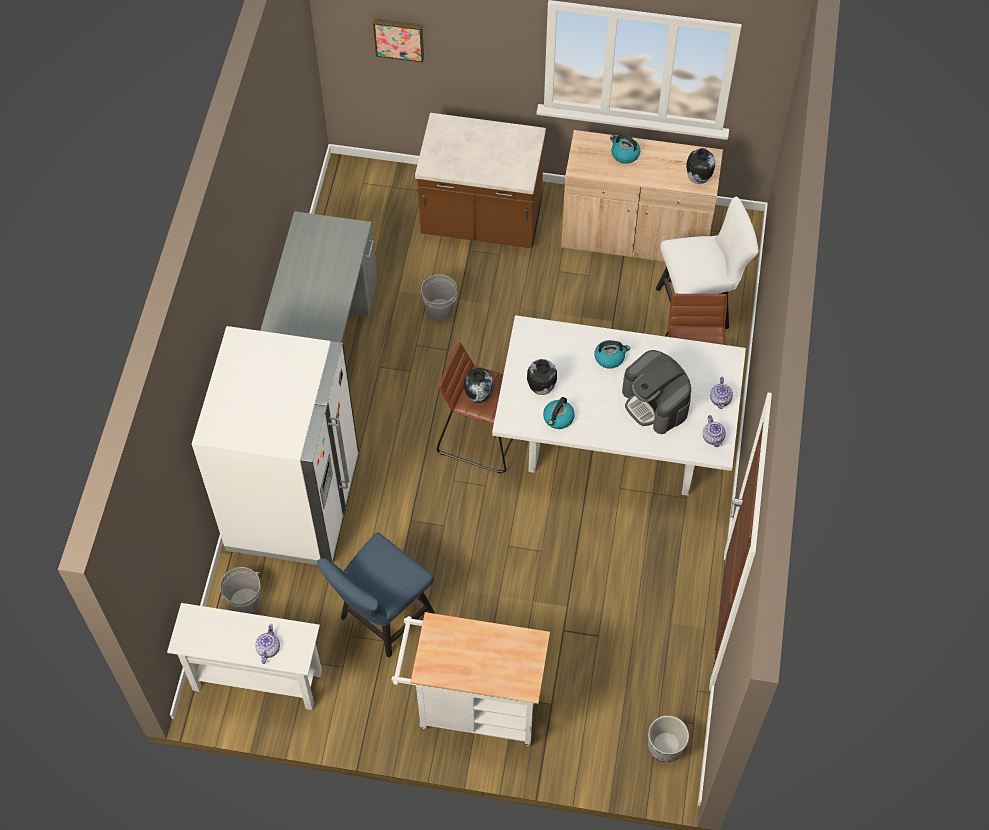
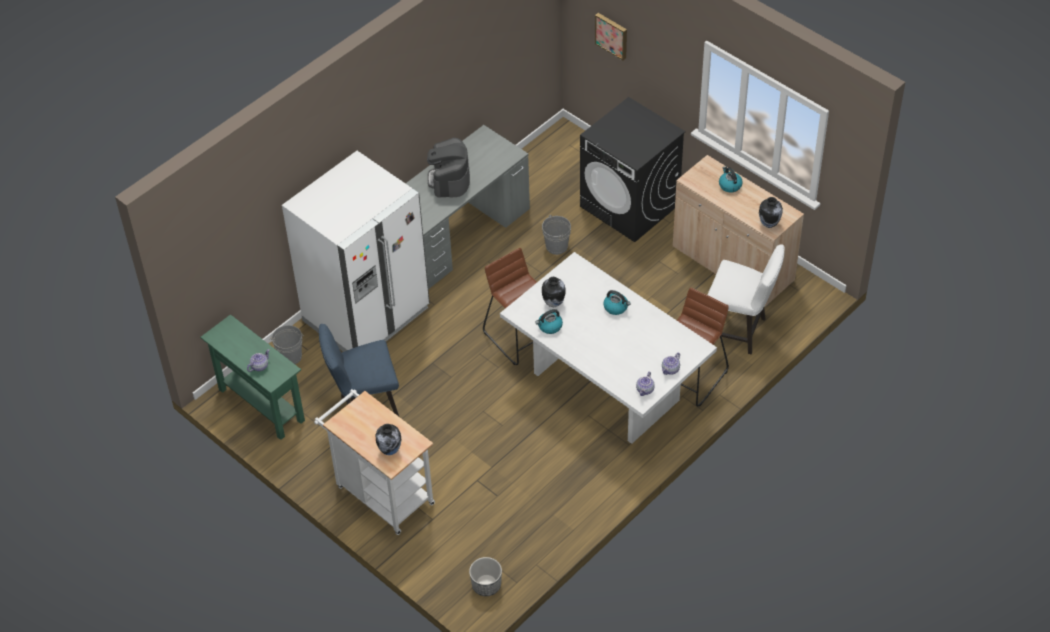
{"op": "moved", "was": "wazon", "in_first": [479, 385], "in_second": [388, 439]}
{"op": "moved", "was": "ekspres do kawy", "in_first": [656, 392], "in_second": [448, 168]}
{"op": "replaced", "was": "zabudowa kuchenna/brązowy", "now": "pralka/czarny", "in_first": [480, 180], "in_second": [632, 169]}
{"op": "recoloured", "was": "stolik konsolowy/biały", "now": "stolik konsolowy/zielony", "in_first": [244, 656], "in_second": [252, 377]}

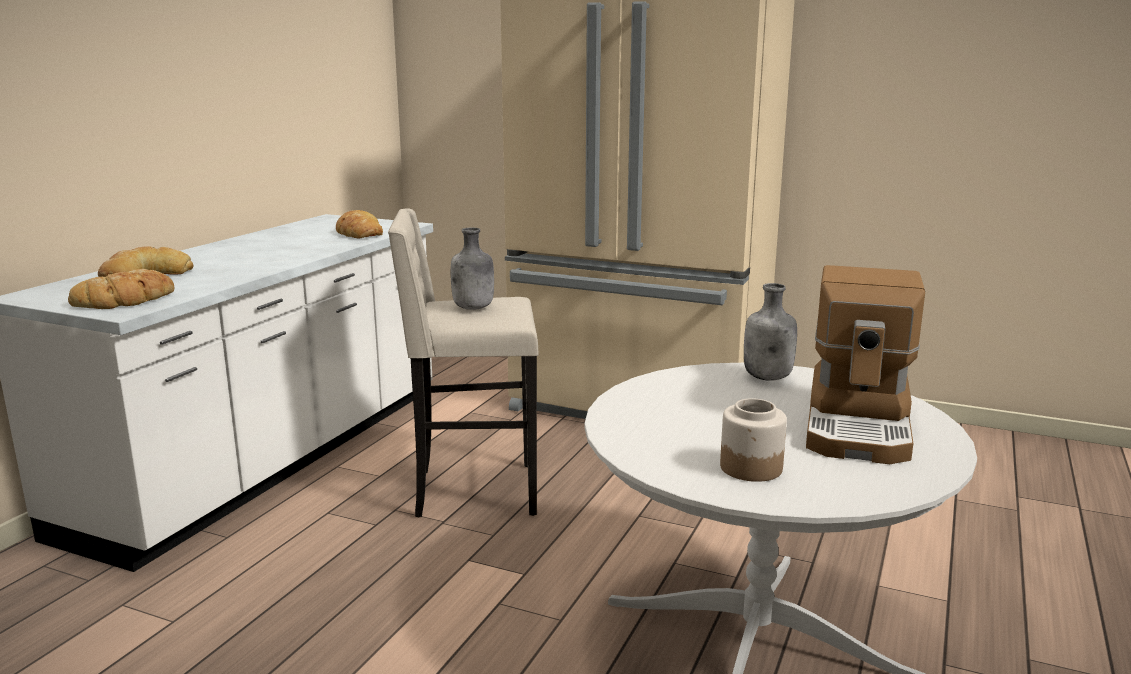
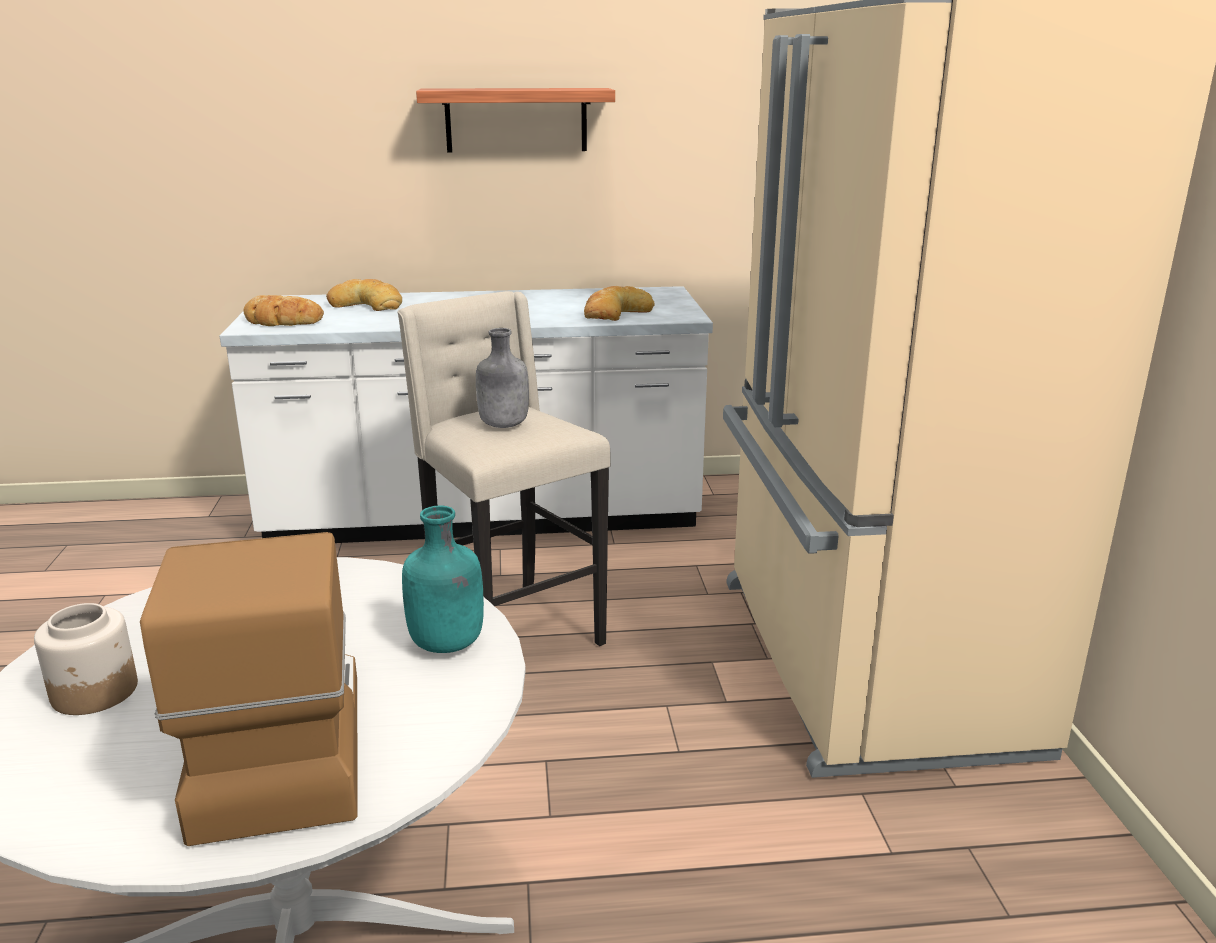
{"op": "added", "now": "półka", "in_second": [515, 120]}
{"op": "recoloured", "was": "butelka/szary", "now": "butelka/turkusowy", "in_first": [770, 332], "in_second": [443, 579]}
{"op": "turned", "was": "ekspres do kawy", "in_first": [865, 364], "in_second": [248, 689], "clockwise": 90}

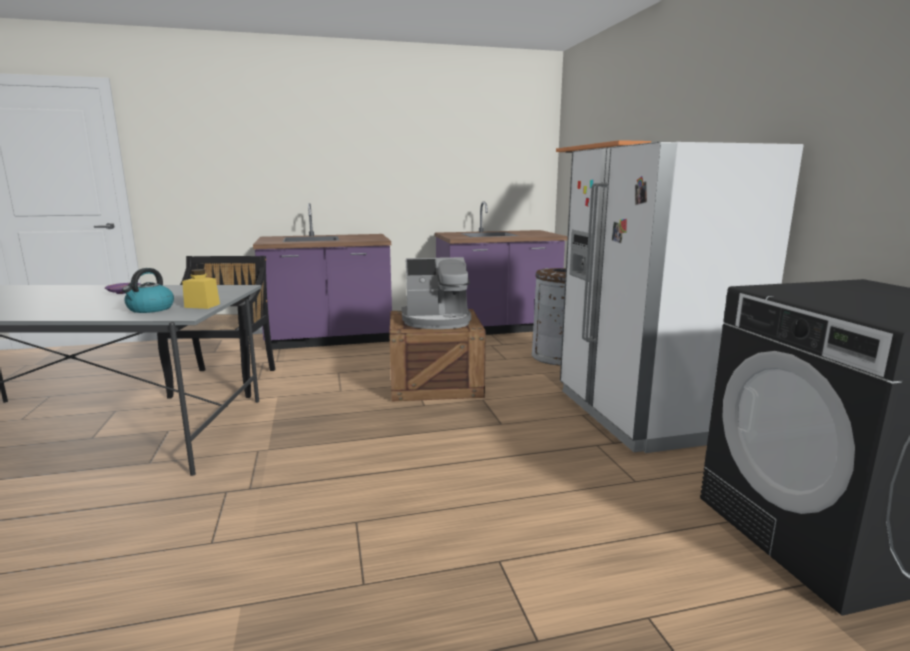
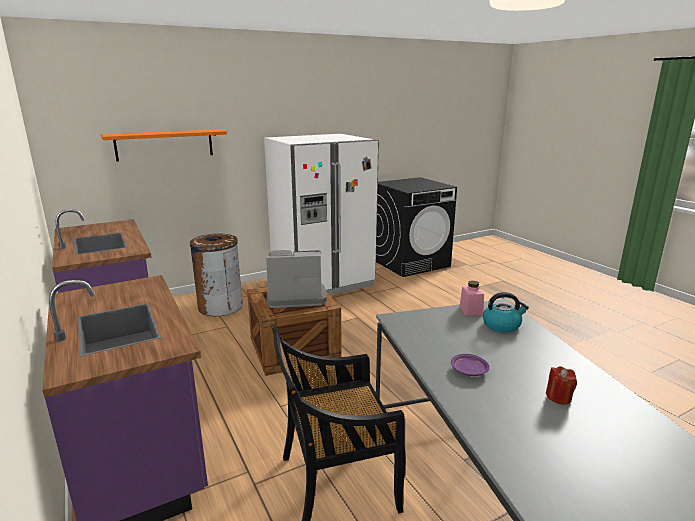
{"op": "added", "now": "świeca/czerwony", "in_second": [561, 385]}
{"op": "recoloured", "was": "słoik/żółty", "now": "słoik/różowy", "in_first": [201, 289], "in_second": [472, 298]}
{"op": "turned", "was": "ekspres do kawy", "in_first": [436, 293], "in_second": [296, 279], "clockwise": -75}

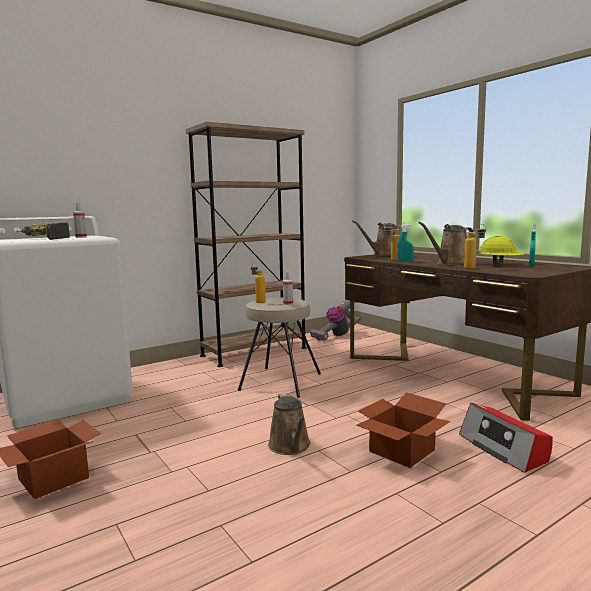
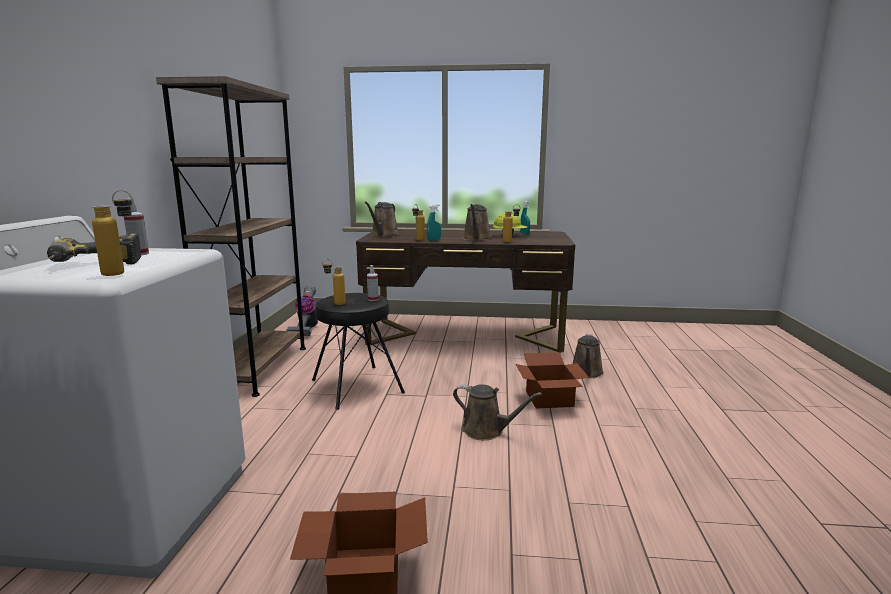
{"op": "added", "now": "butelka", "in_second": [112, 233]}
{"op": "replaced", "was": "radio", "now": "konewka/brązowy", "in_first": [506, 438], "in_second": [588, 356]}
{"op": "recoloured", "was": "stołek/beżowy", "now": "stołek/czarny", "in_first": [279, 347], "in_second": [358, 351]}

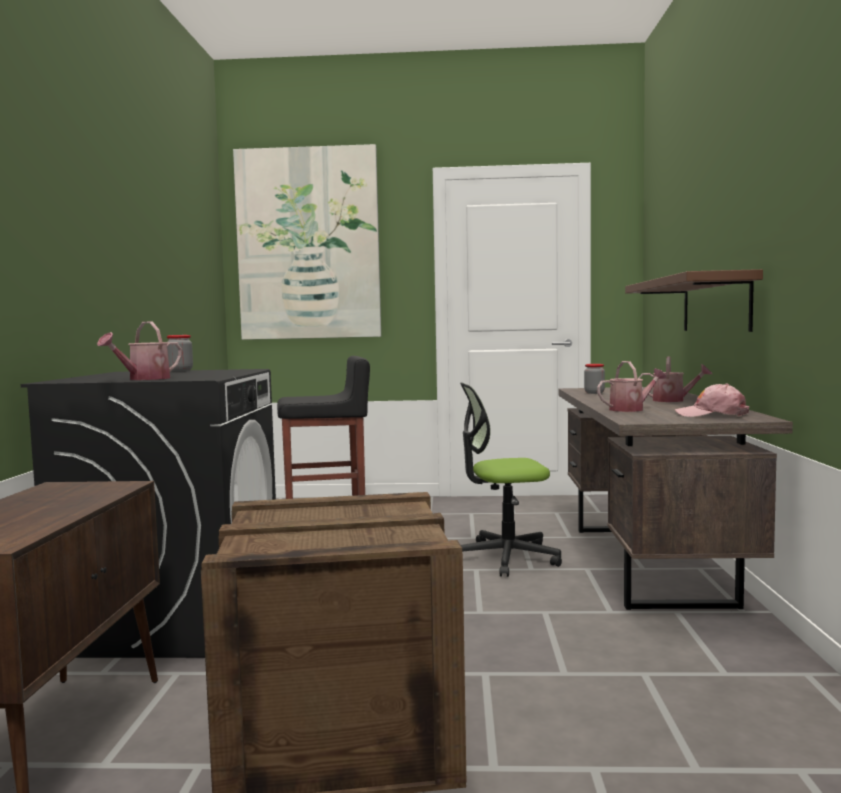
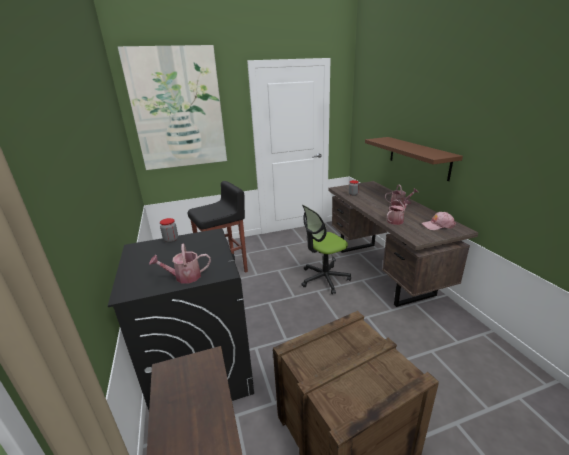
{"op": "turned", "was": "konewka", "in_first": [139, 350], "in_second": [180, 263], "clockwise": 60}

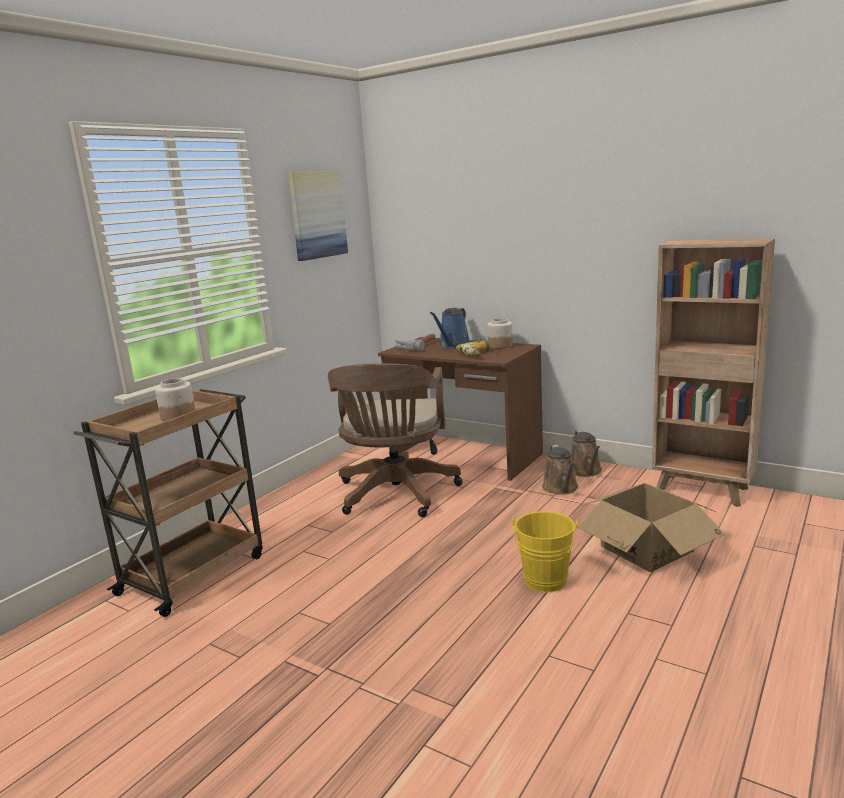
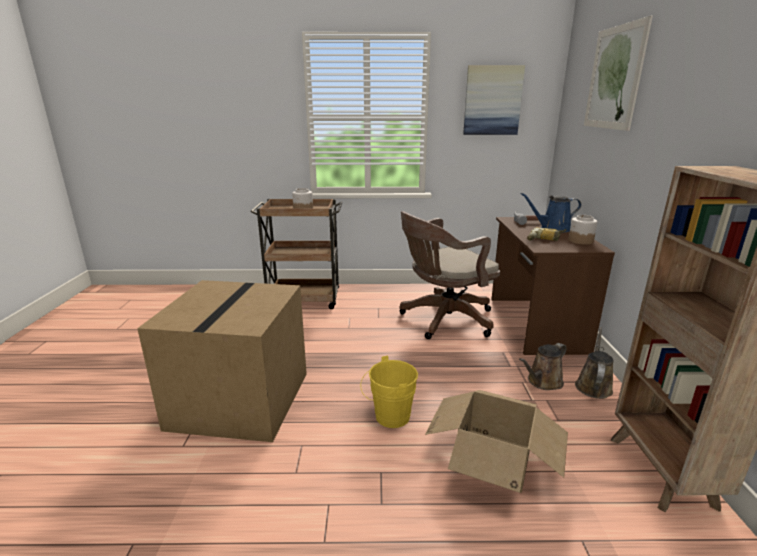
{"op": "added", "now": "karton", "in_second": [222, 361]}
{"op": "added", "now": "obraz", "in_second": [618, 73]}
{"op": "turned", "was": "konewka/brązowy", "in_first": [586, 453], "in_second": [594, 363], "clockwise": 150}

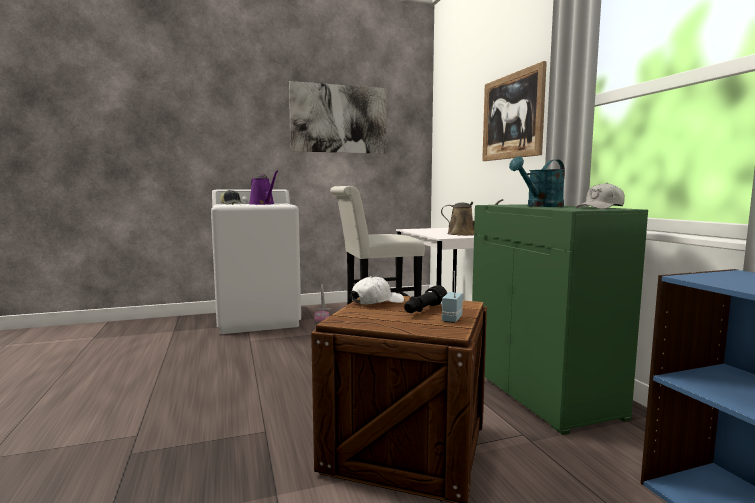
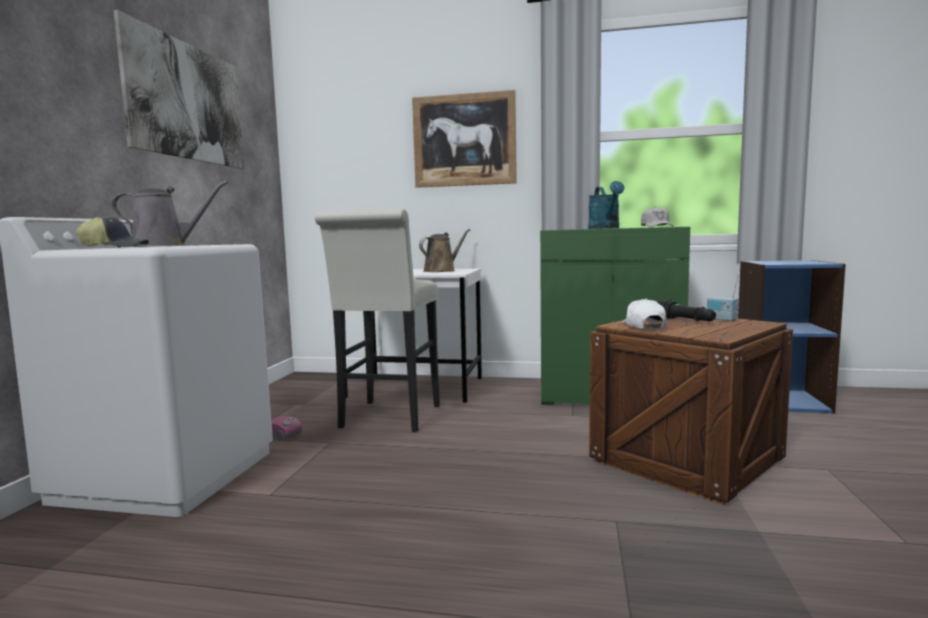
{"op": "recoloured", "was": "konewka/fioletowy", "now": "konewka/szary", "in_first": [263, 188], "in_second": [169, 214]}

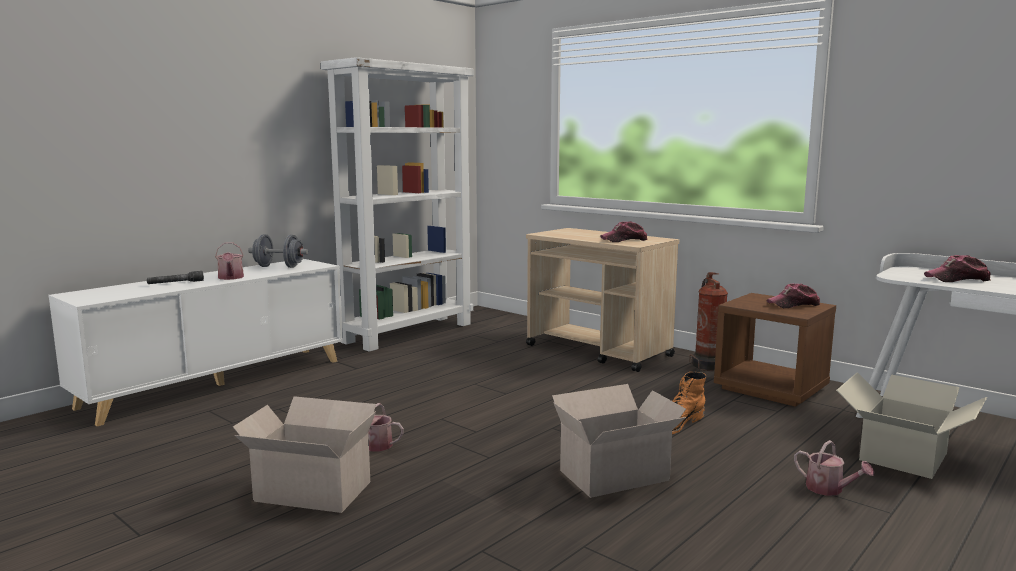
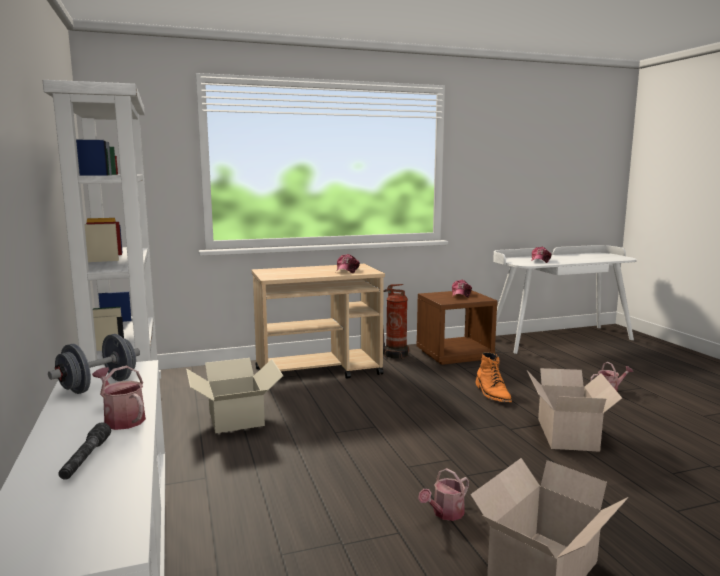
{"op": "moved", "was": "karton", "in_first": [911, 426], "in_second": [234, 395]}
{"op": "turned", "was": "konewka", "in_first": [229, 261], "in_second": [119, 398], "clockwise": -150}

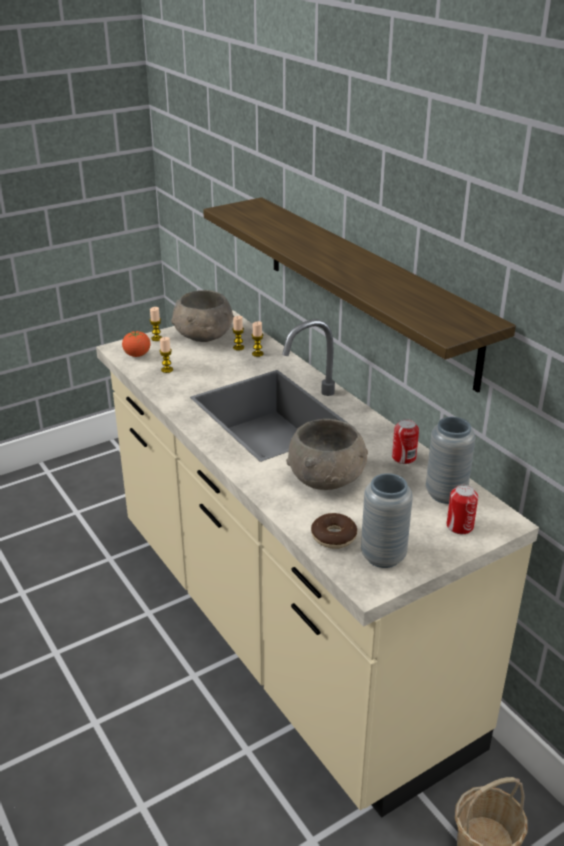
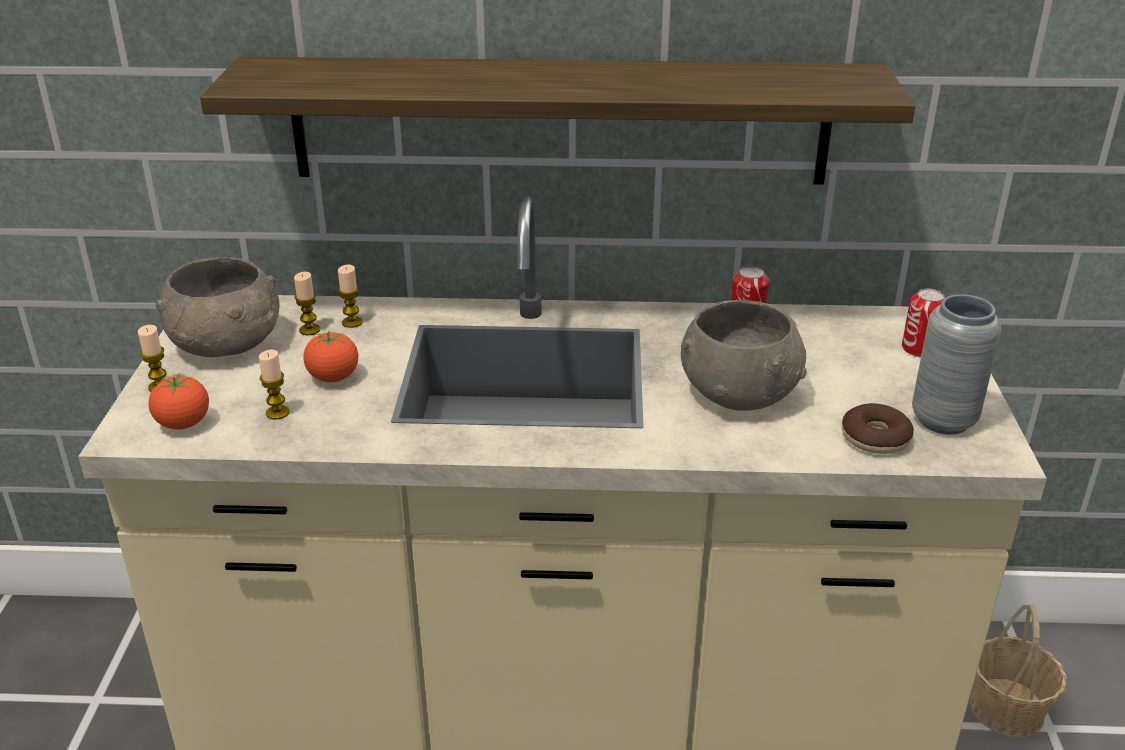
{"op": "removed", "was": "wazon/szary", "in_first": [450, 460]}
{"op": "added", "now": "pomidor", "in_second": [330, 356]}

